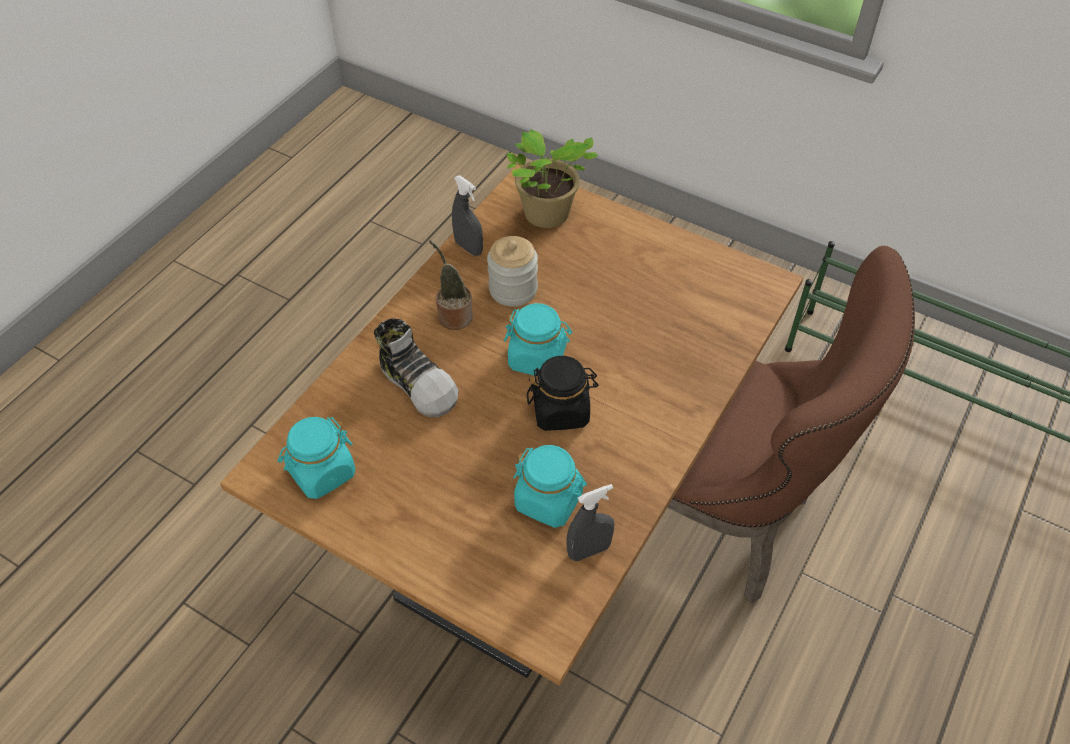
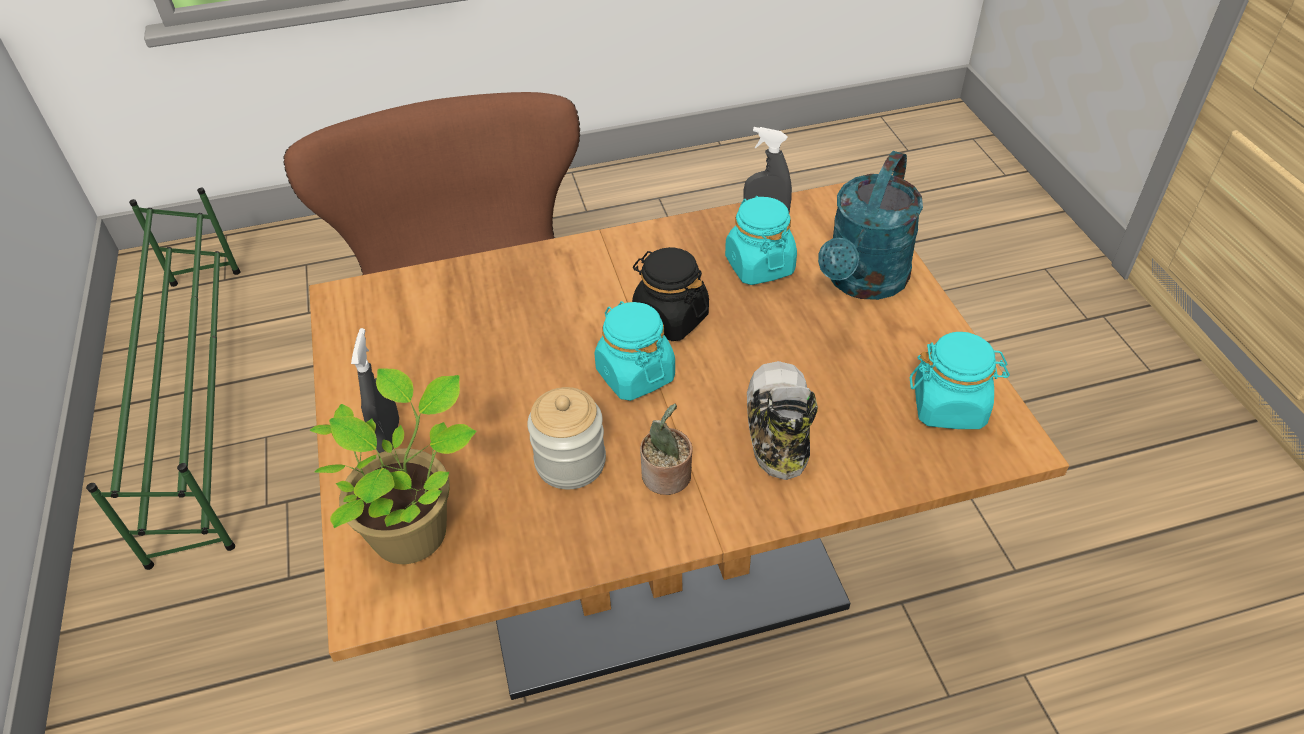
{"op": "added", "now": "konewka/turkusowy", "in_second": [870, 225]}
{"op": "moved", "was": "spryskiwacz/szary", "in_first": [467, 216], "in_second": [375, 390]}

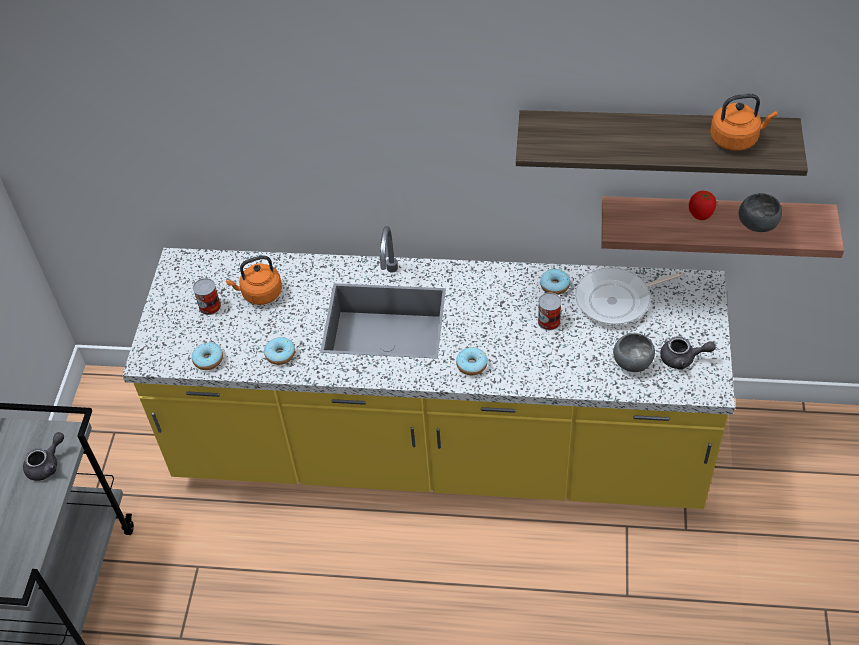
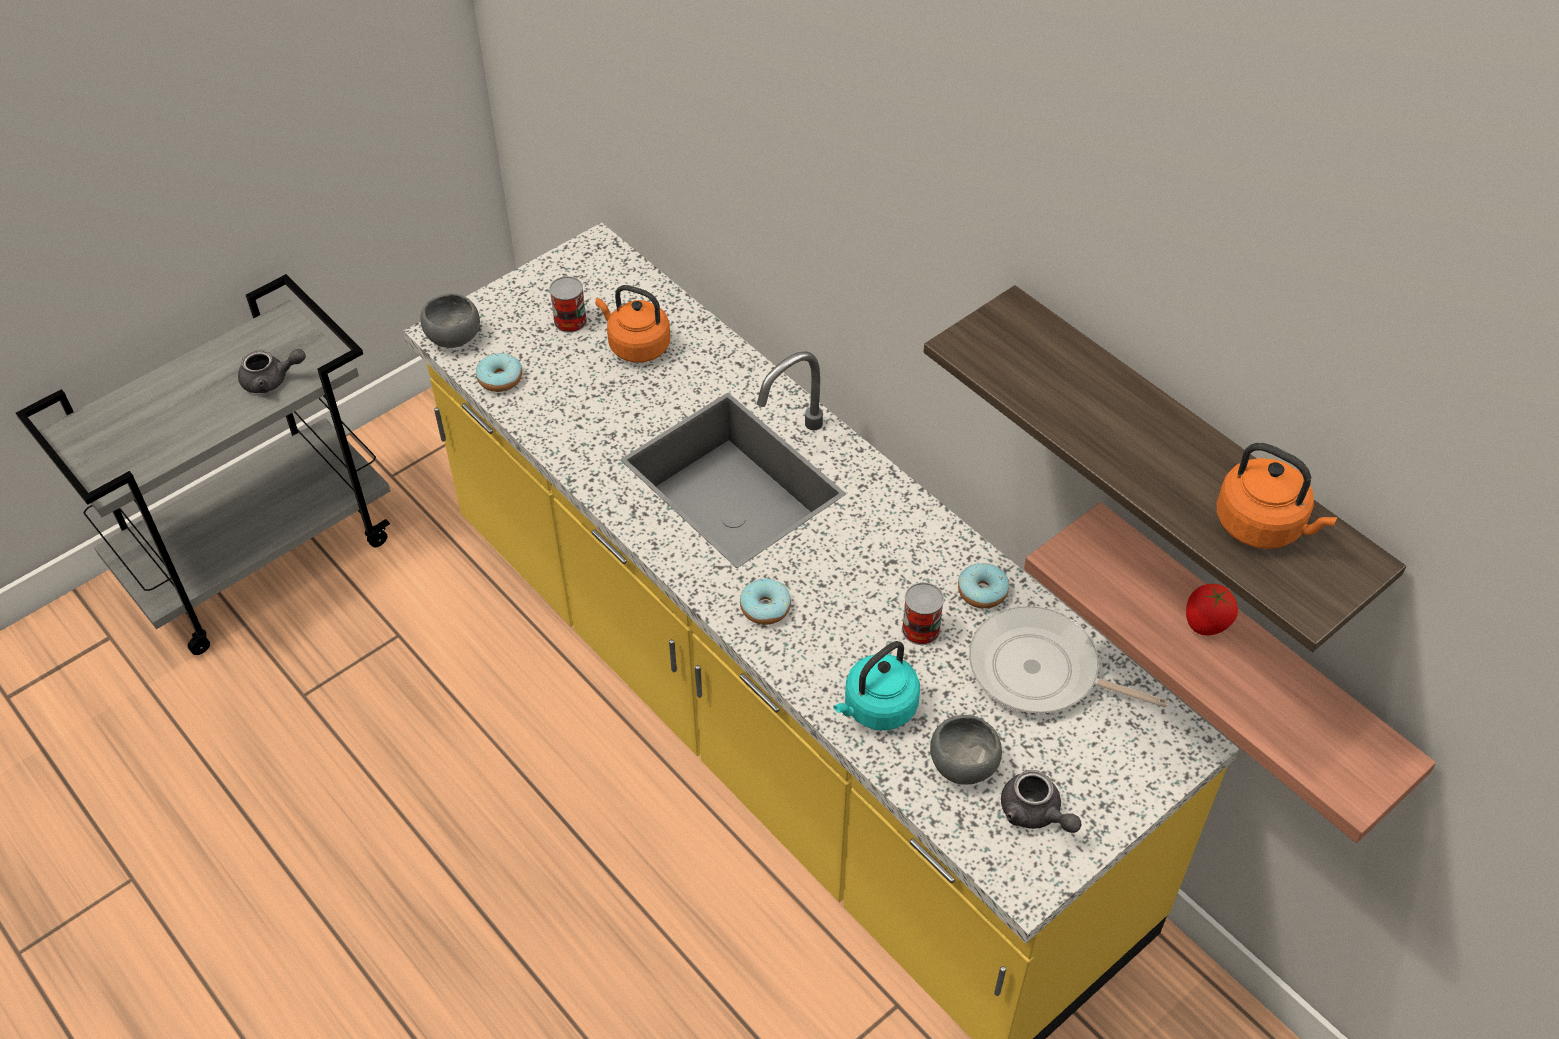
{"op": "removed", "was": "donut", "in_first": [279, 351]}
{"op": "added", "now": "czajnik/turkusowy", "in_second": [877, 686]}
{"op": "moved", "was": "miska/szary", "in_first": [760, 212], "in_second": [450, 321]}

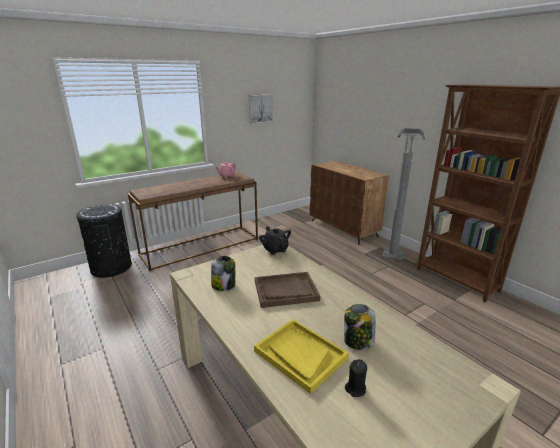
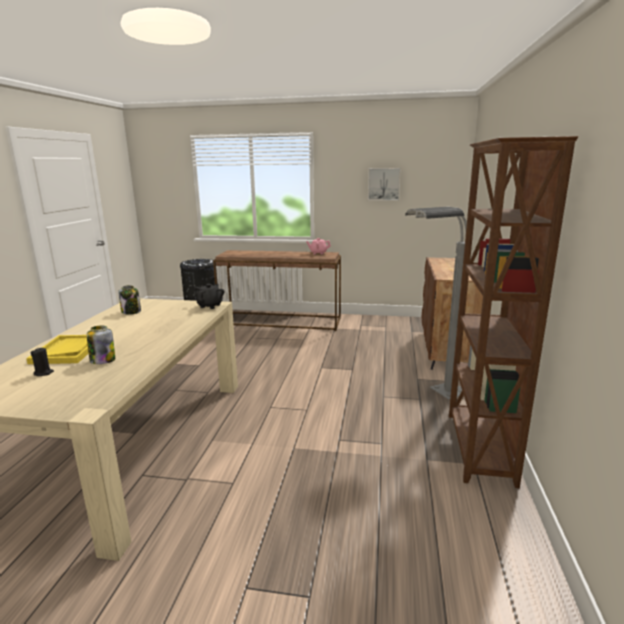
{"op": "removed", "was": "taca/brązowy", "in_first": [287, 290]}

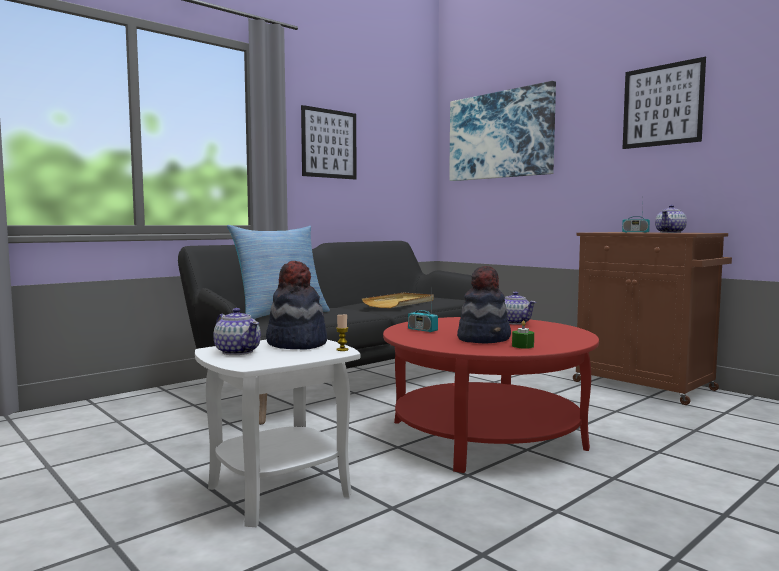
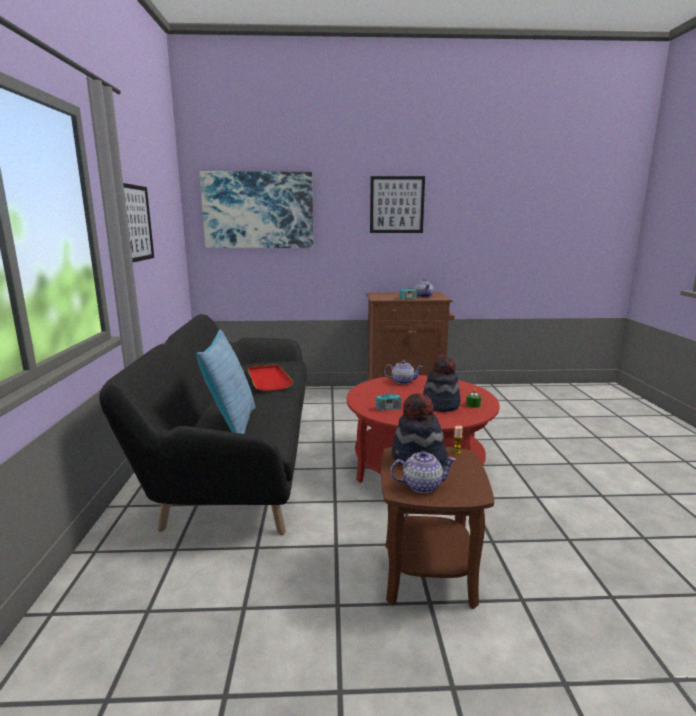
{"op": "recoloured", "was": "stolik/biały", "now": "stolik/brązowy", "in_first": [277, 433], "in_second": [437, 528]}
{"op": "recoloured", "was": "taca/beżowy", "now": "taca/czerwony", "in_first": [398, 300], "in_second": [271, 377]}

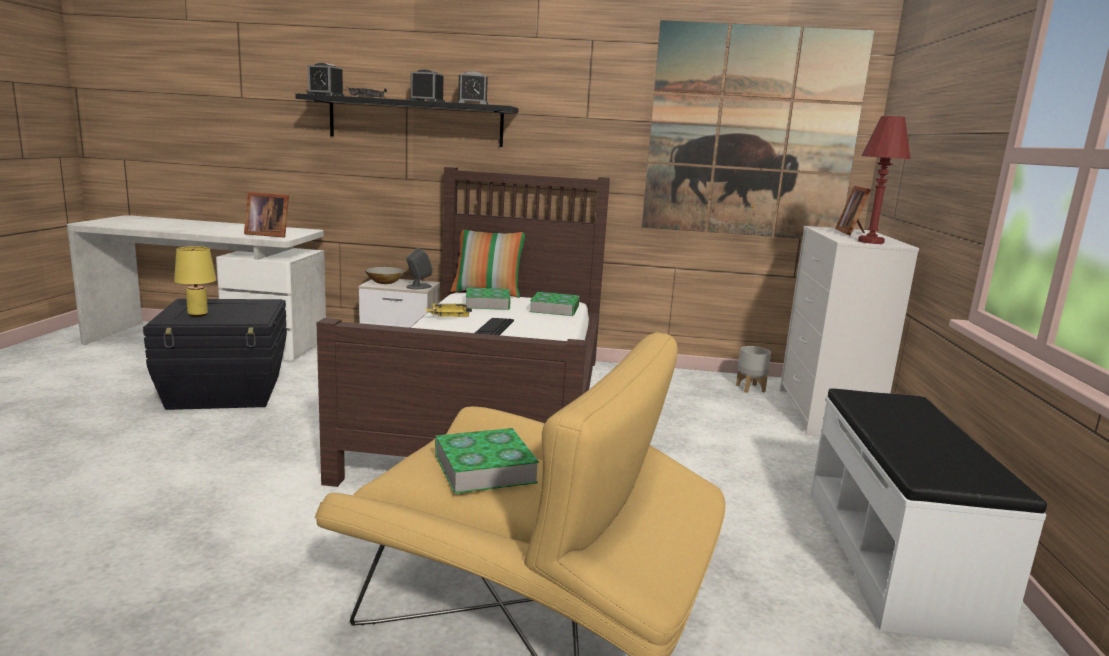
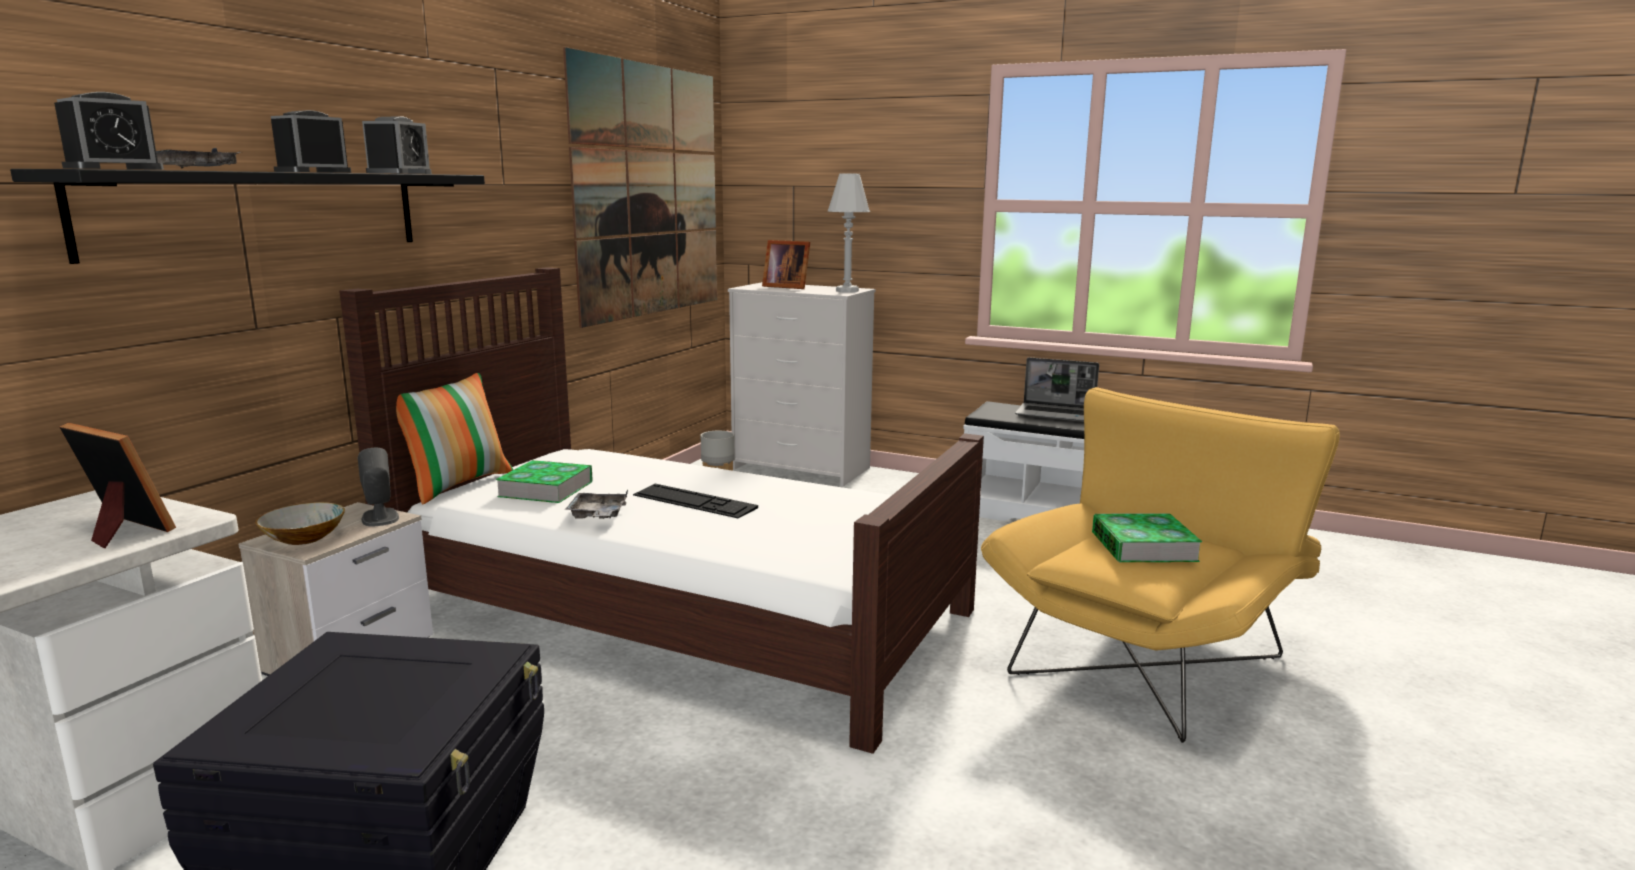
{"op": "removed", "was": "lampa stołowa/żółty", "in_first": [195, 281]}
{"op": "removed", "was": "książka", "in_first": [554, 304]}
{"op": "added", "now": "laptop", "in_second": [1057, 389]}
{"op": "recoloured", "was": "taca/żółty", "now": "taca/szary", "in_first": [448, 310], "in_second": [596, 504]}
{"op": "recoloured", "was": "lampa stołowa/czerwony", "now": "lampa stołowa/biały", "in_first": [884, 180], "in_second": [849, 233]}
{"op": "turned", "was": "ramka na zdjęcie", "in_first": [266, 215], "in_second": [117, 485], "clockwise": -90}

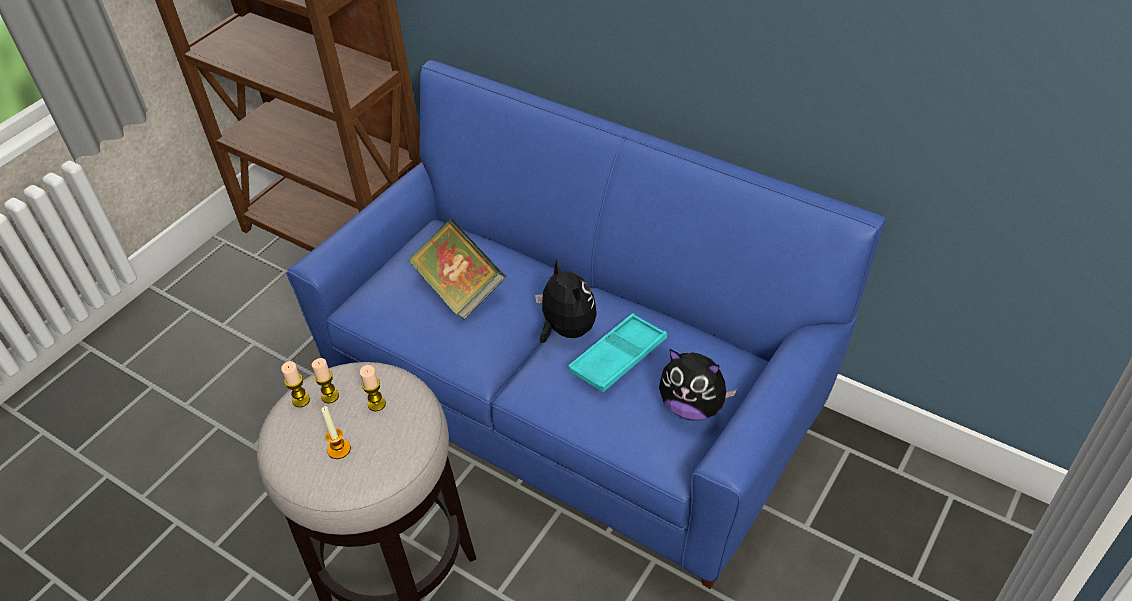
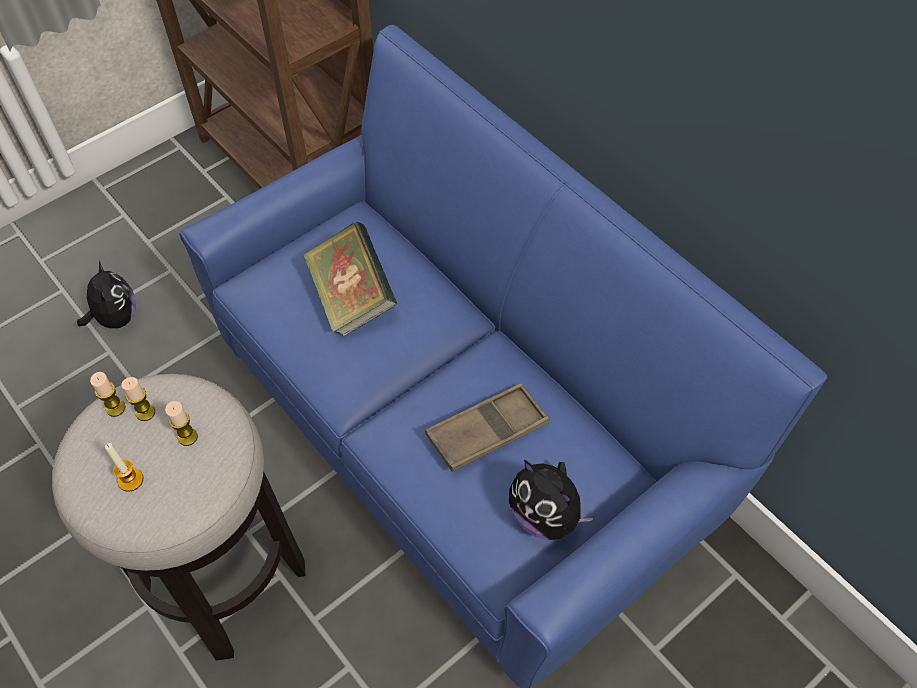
{"op": "moved", "was": "pluszak", "in_first": [566, 301], "in_second": [106, 294]}
{"op": "recoloured", "was": "taca/turkusowy", "now": "taca/brązowy", "in_first": [617, 352], "in_second": [487, 427]}

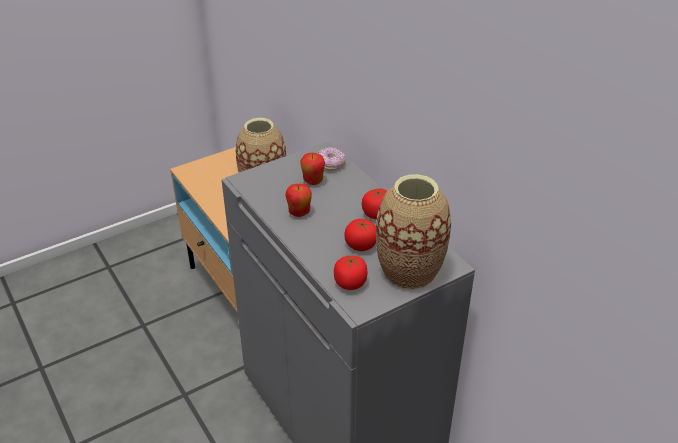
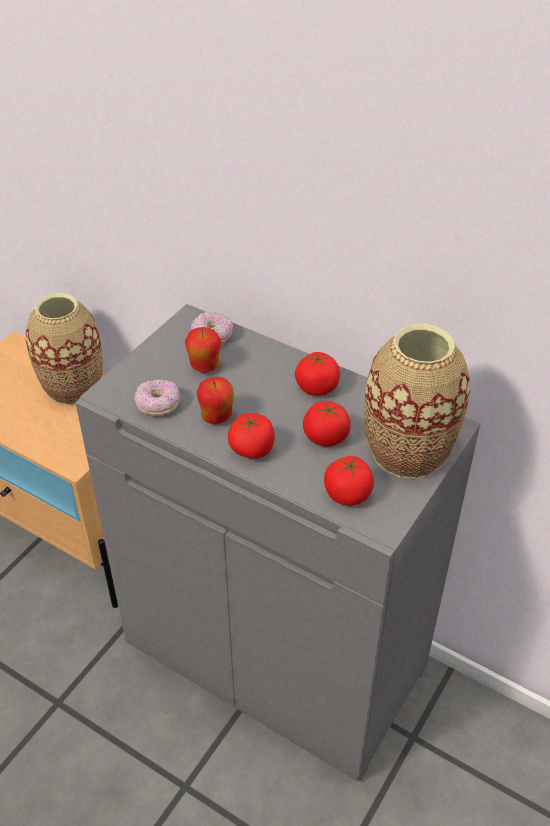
{"op": "added", "now": "donut", "in_second": [157, 397]}
{"op": "added", "now": "pomidor", "in_second": [251, 436]}

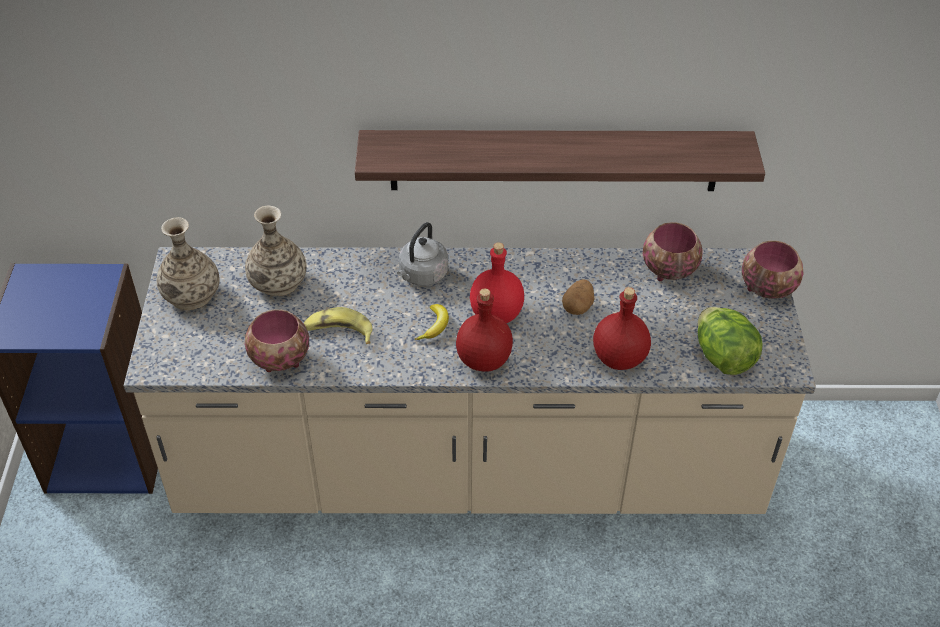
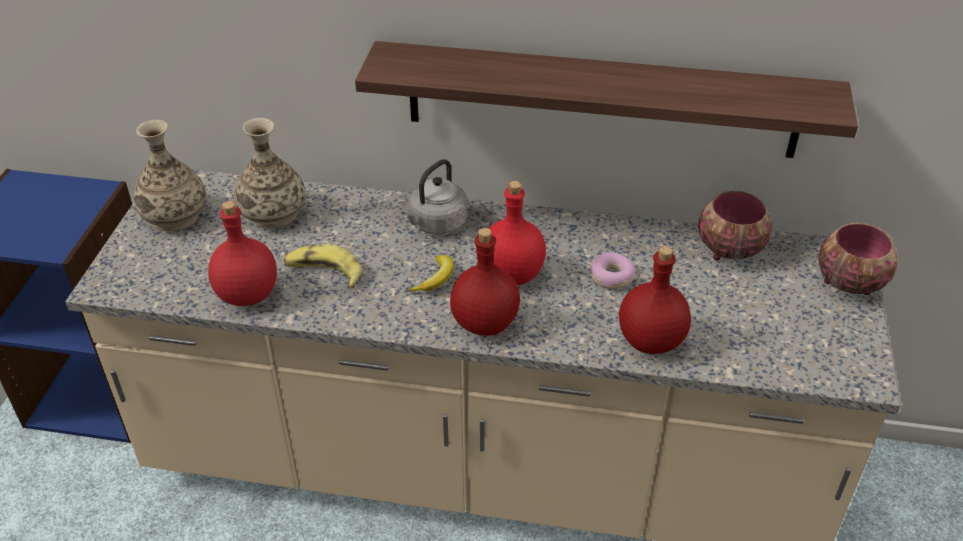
{"op": "removed", "was": "sałata", "in_first": [730, 341]}
{"op": "replaced", "was": "miska", "now": "butelka/czerwony", "in_first": [277, 340], "in_second": [242, 253]}
{"op": "replaced", "was": "ziemniak", "now": "donut", "in_first": [578, 297], "in_second": [613, 270]}

